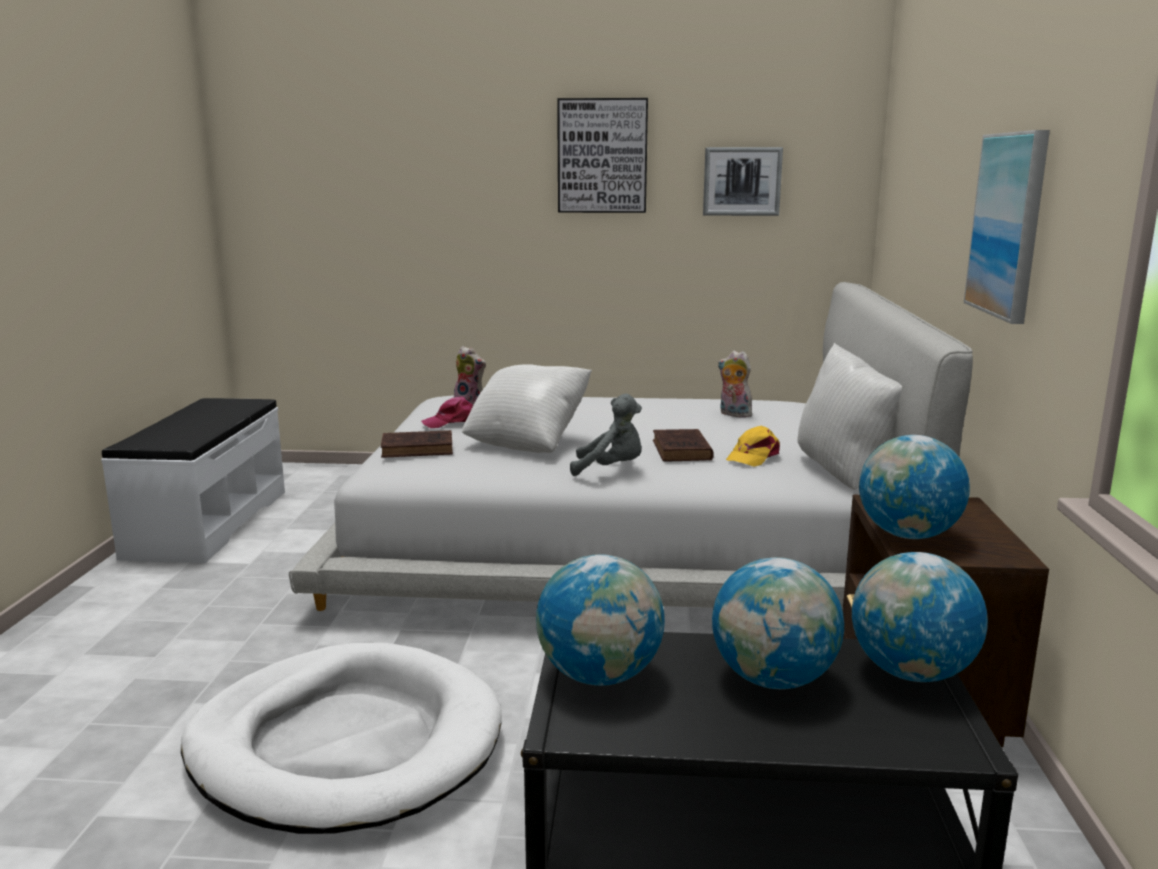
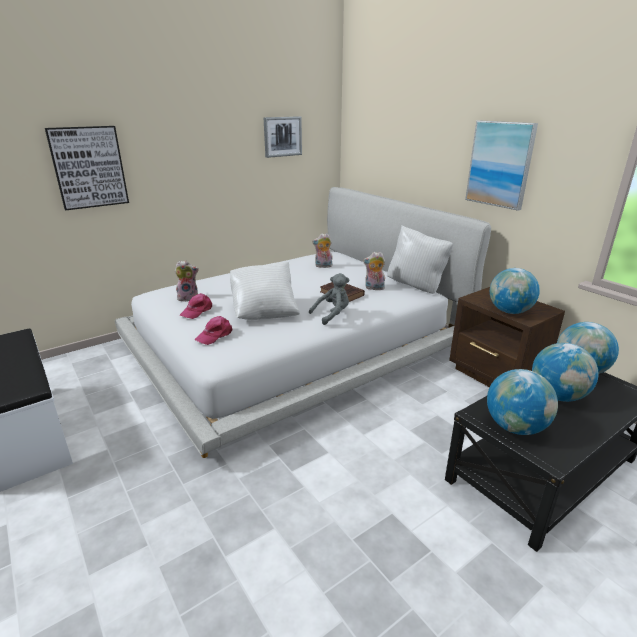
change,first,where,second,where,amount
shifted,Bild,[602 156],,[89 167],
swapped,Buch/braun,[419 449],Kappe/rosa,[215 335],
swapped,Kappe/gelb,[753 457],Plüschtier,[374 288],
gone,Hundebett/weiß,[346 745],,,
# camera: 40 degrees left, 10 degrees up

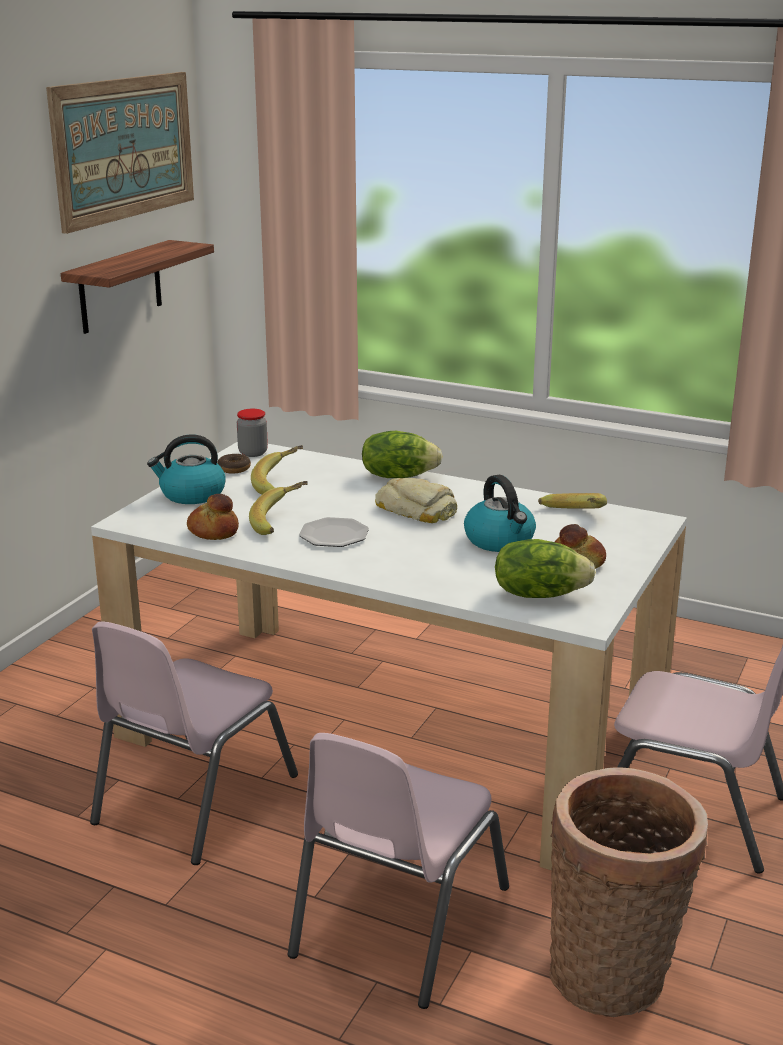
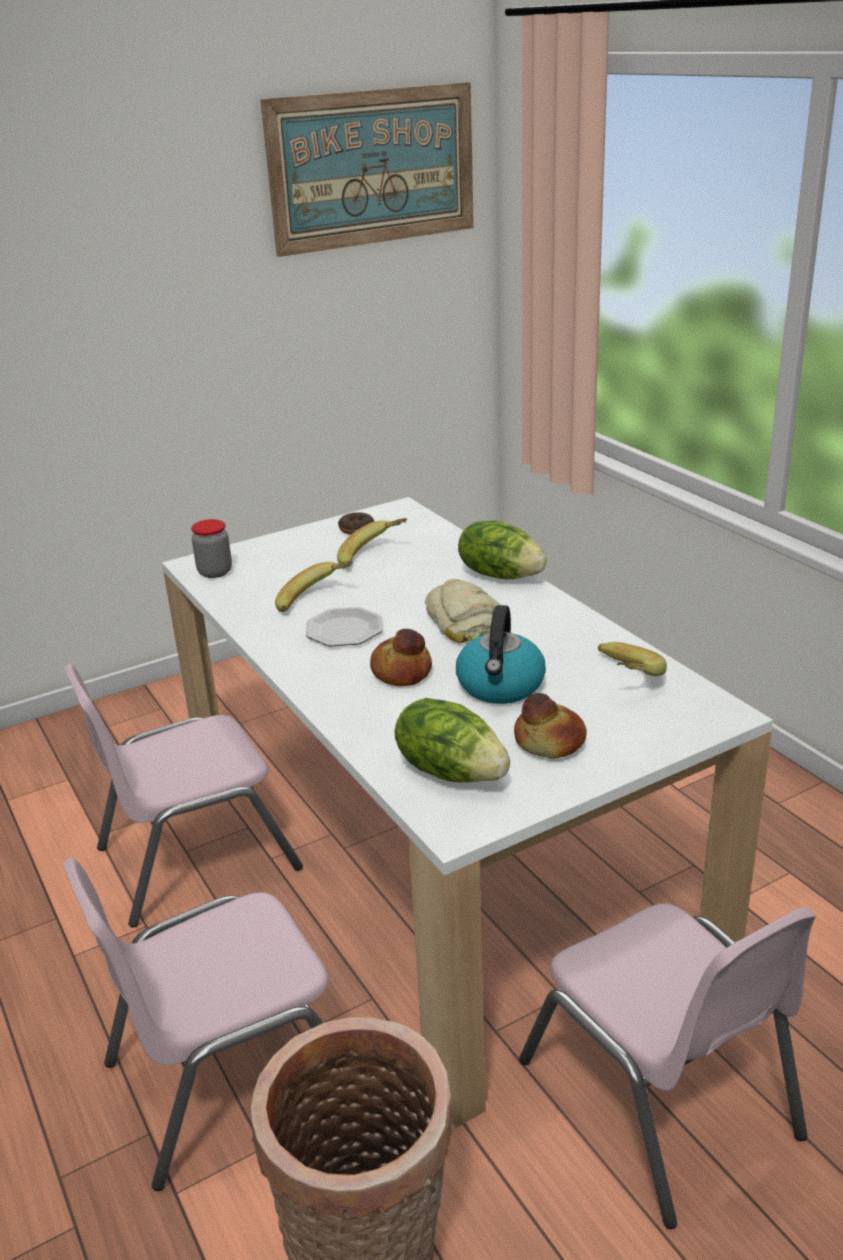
change,first,where,second,where,amount
shifted,Vorratsglas,[253 453],,[215 572],
shifted,Brot,[213 531],,[402 671],
gone,Wandregal,[120 287],,,
gone,Wasserkessel,[191 494],,,
# camera: 35 degrees right, 5 degrees up

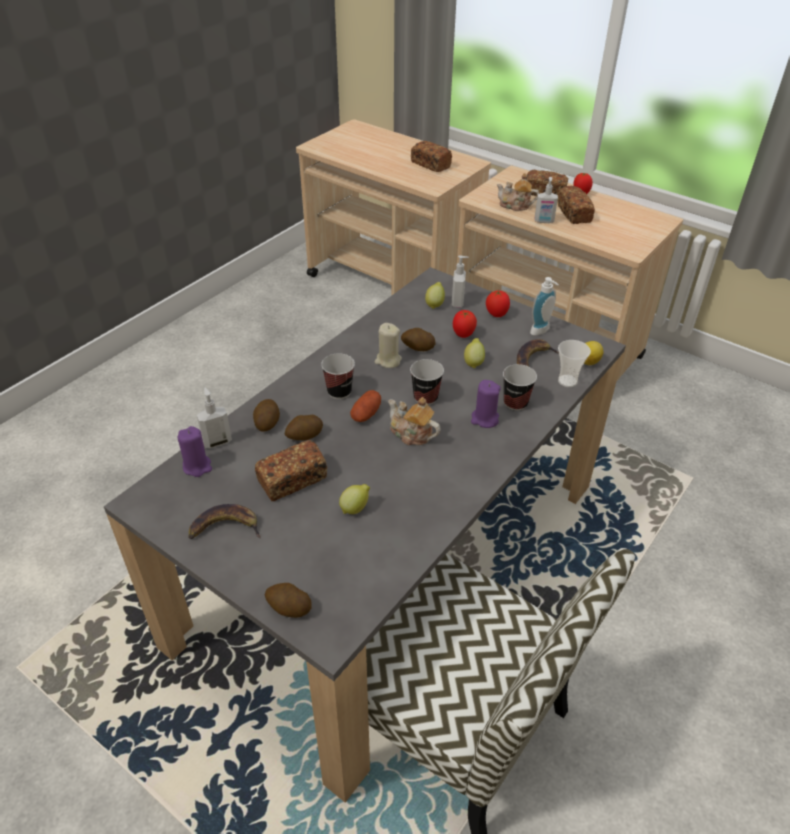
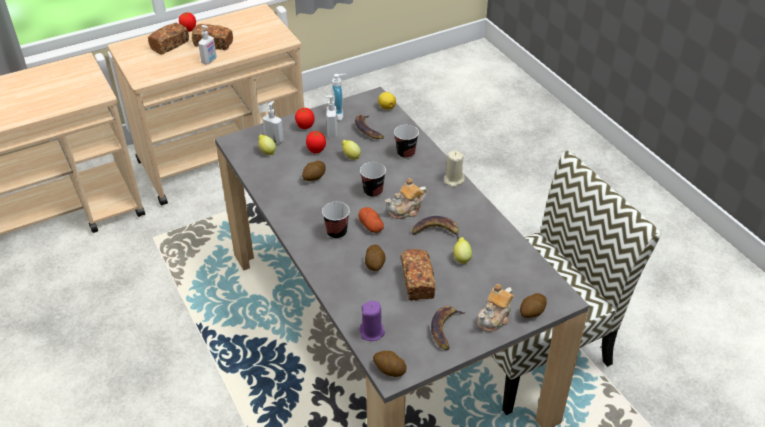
change,first,where,second,where,amount
shifted,Seifenspender,[217 441],,[332 132],
shifted,Kartoffel,[267 423],,[389 370],
new,,,Banane,[436 231],
shifted,Kerze/beige,[388 360],,[453 180],
shifted,Teekanne,[515 206],,[494 318],
gone,Brot,[430 164],,,
gone,Kerze/lila,[484 419],,,
gone,Tasse,[567 381],,,
# camera: 65 degrees left, 0 degrees up

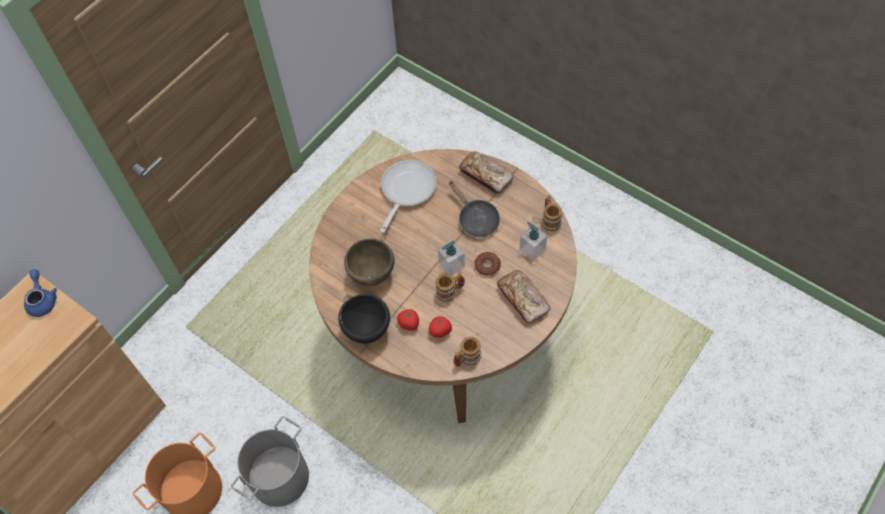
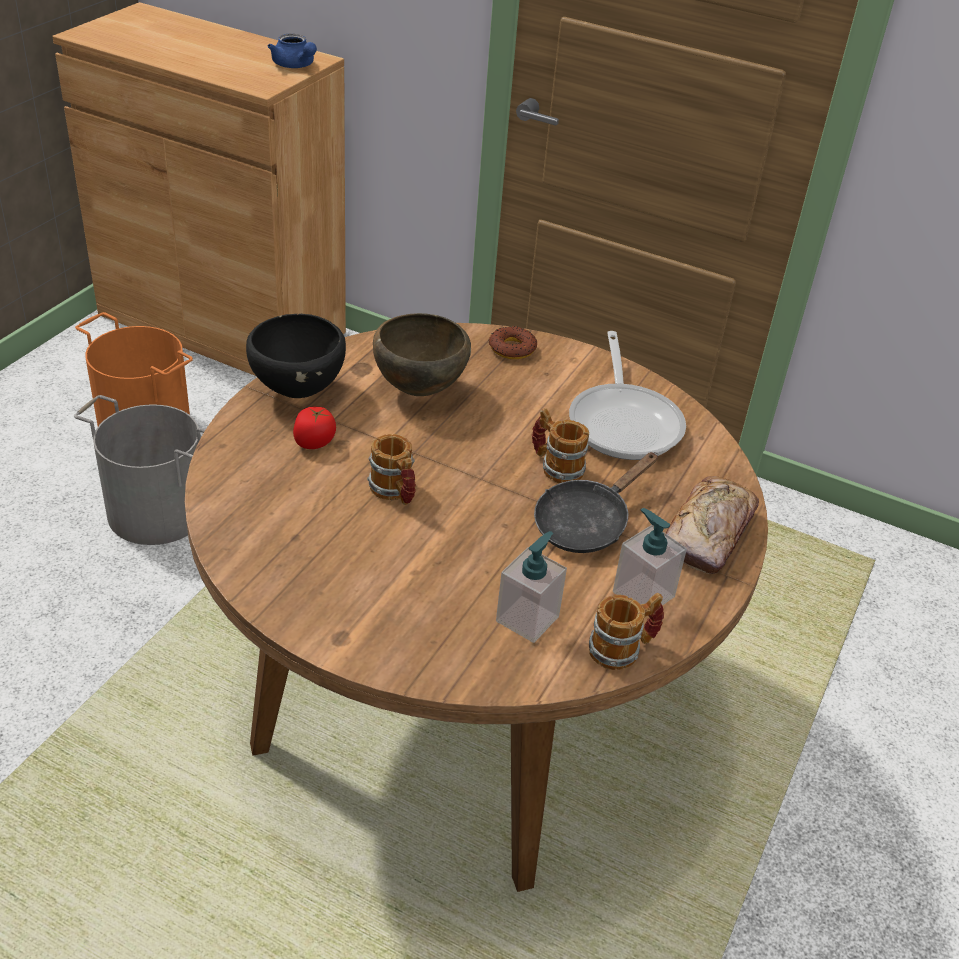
change,first,where,second,where,amount
rotated,Teekanne/blau,[42 300],,[295 66],75 degrees clockwise
shifted,Donut,[487 265],,[512 348],
shifted,Henkelbecher,[466 358],,[555 466],
rotated,Pfanne,[406 191],,[624 421],75 degrees clockwise
shifted,Seifenspender,[451 265],,[643 594],
gone,Tomate,[440 331],,,
gone,Brot,[523 299],,,
# camera: 75 degrees right, 20 degrees down

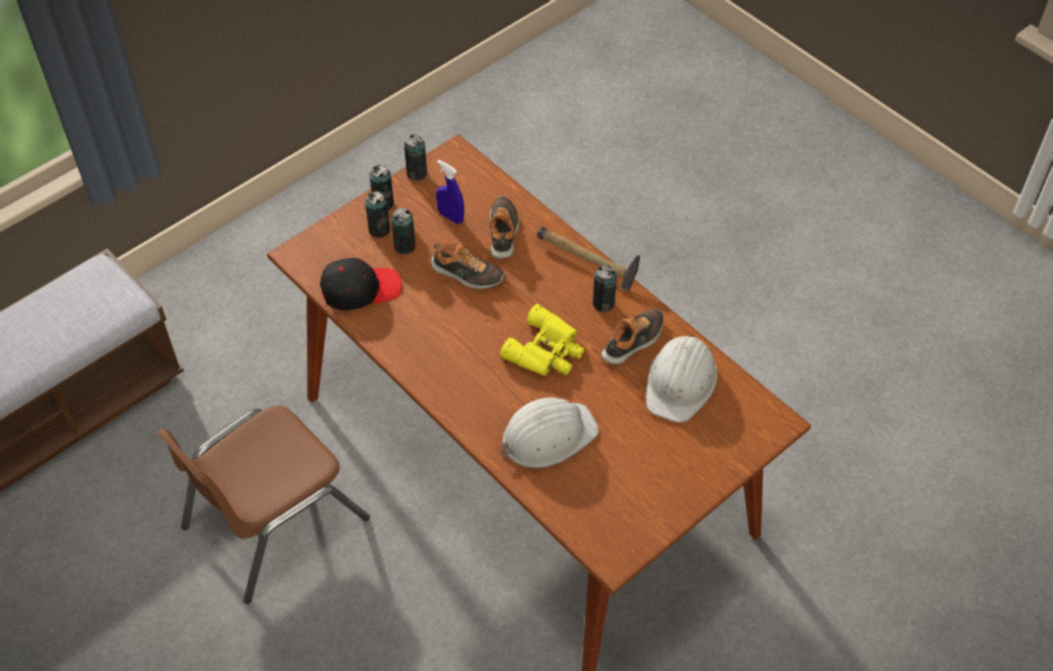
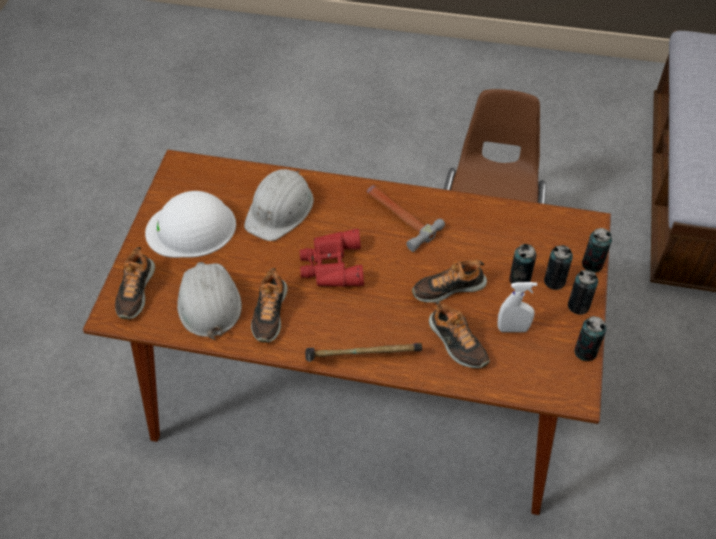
change,first,where,second,where,amount
new,,,Schuh,[135 291],
new,,,Schutzhelm/weiß,[192 228],
repainted,Fernglas/gelb,[547 351],Fernglas/rot,[331 265],
new,,,Hammer,[399 216],
repainted,Sprühflasche/blau,[451 217],Sprühflasche/weiß,[513 329],
shifted,Dose,[603 303],,[592 264],
gone,Kappe/schwarz,[360 289],,,
# camera: 145 degrees right, 0 degrees up

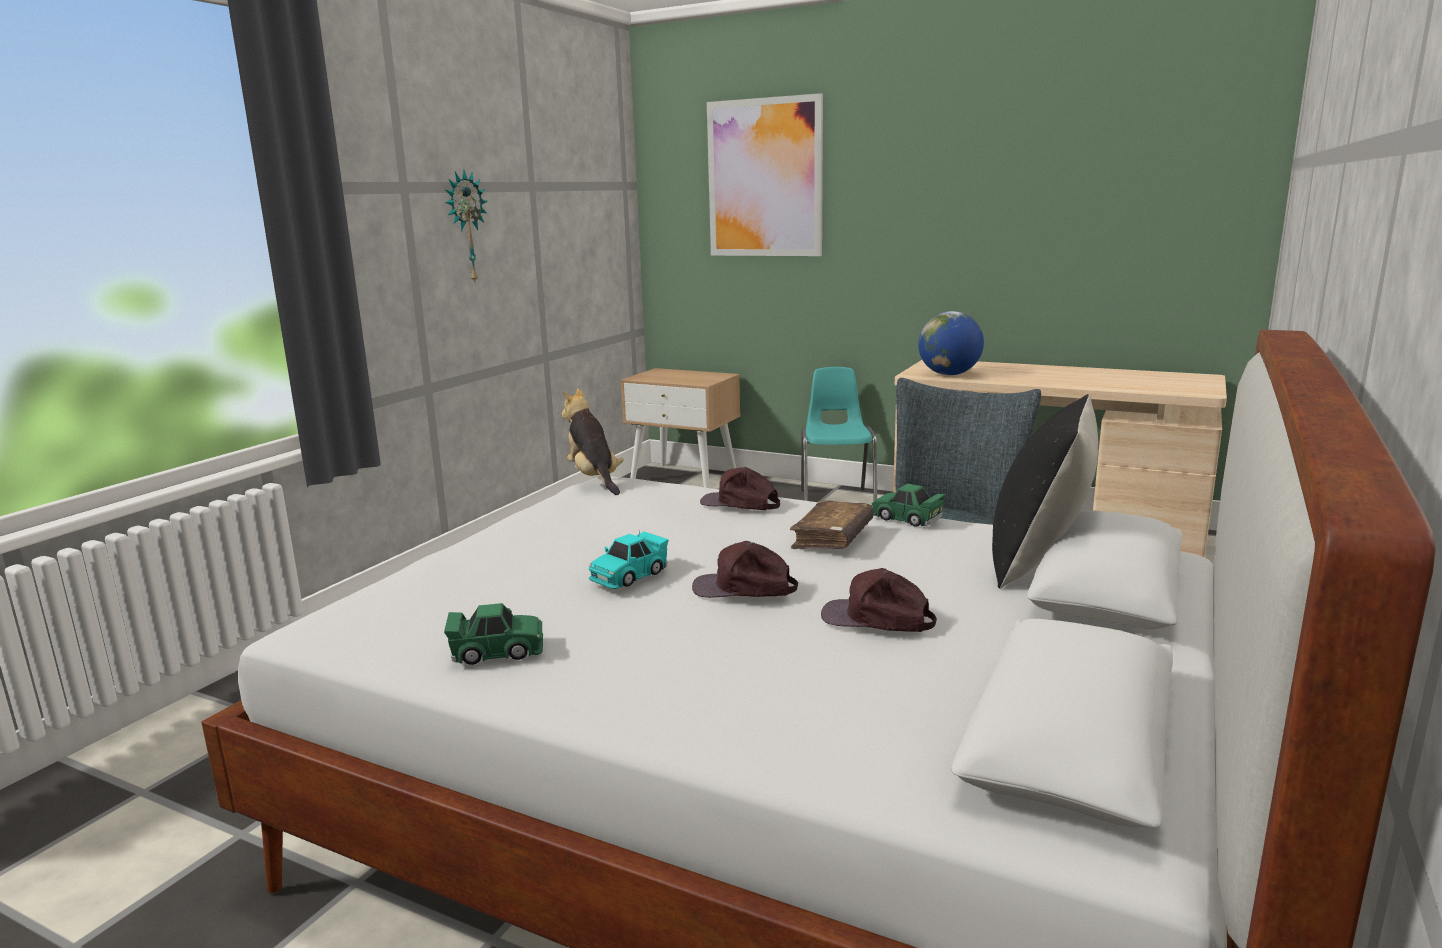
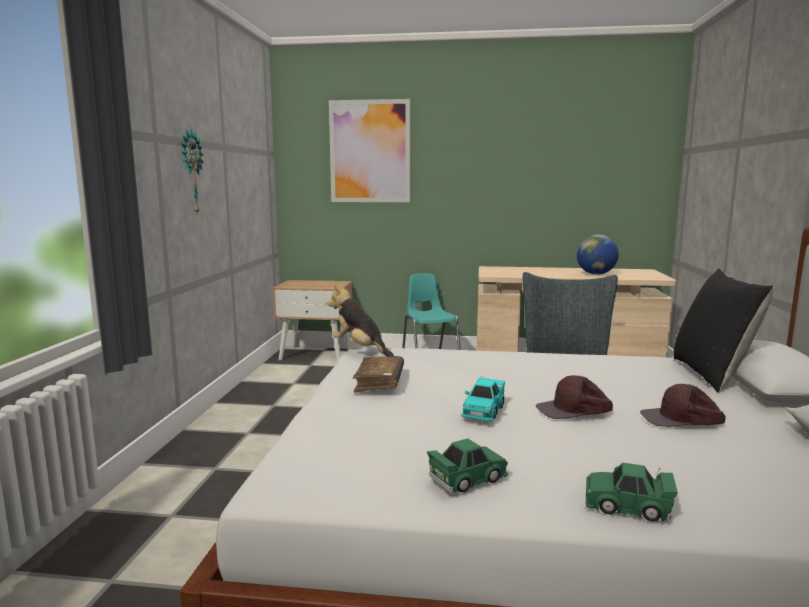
change,first,where,second,where,amount
shifted,Buch/braun,[832 537],,[379 382],
shifted,Globus,[949 374],,[596 274],
shifted,Spielzeugauto/grün,[907 518],,[627 506],
gone,Kappe/braun,[740 504],,,
# camera: 20 degrees left, 5 degrees down

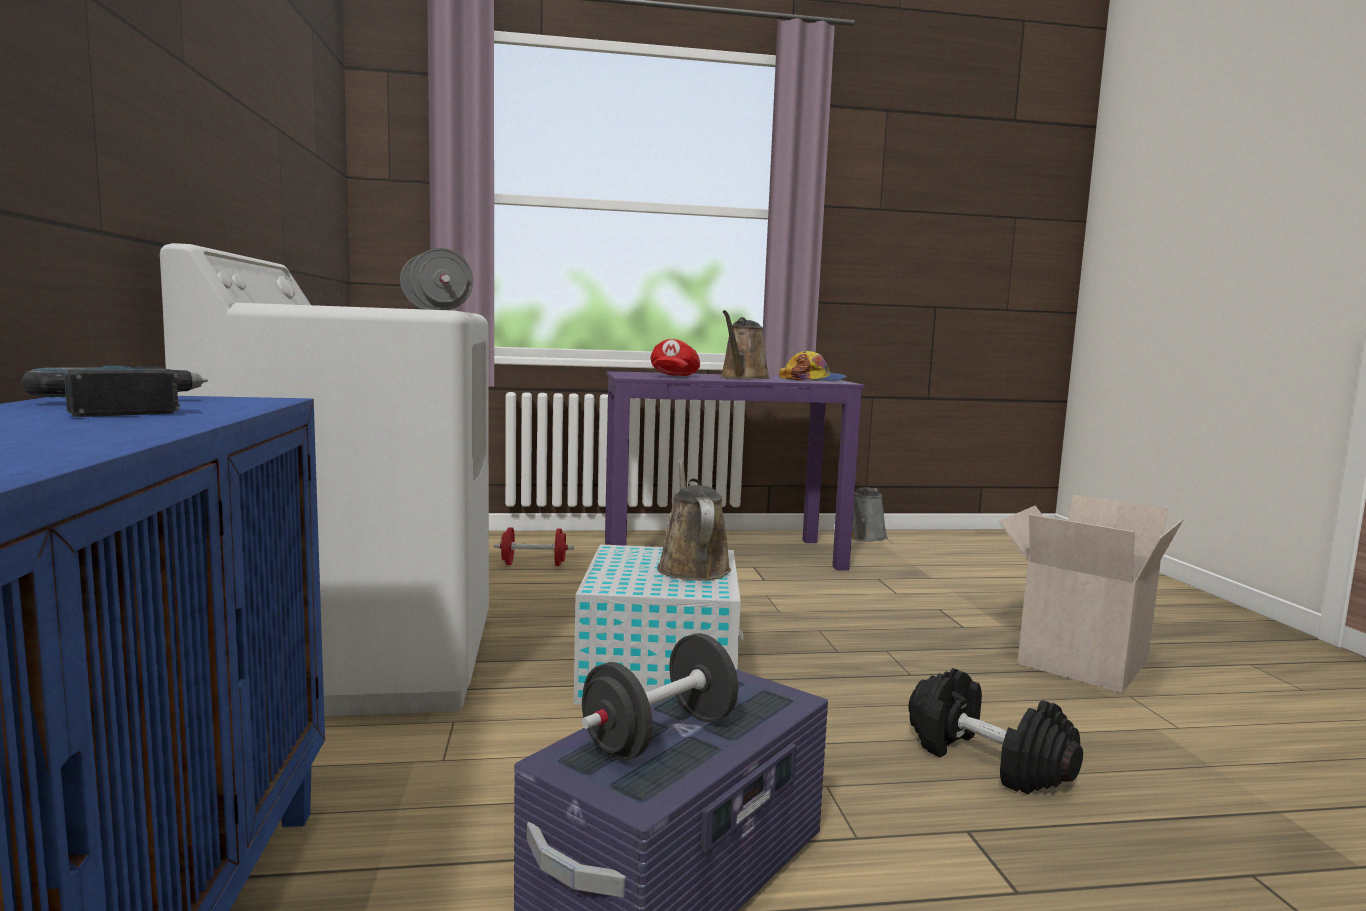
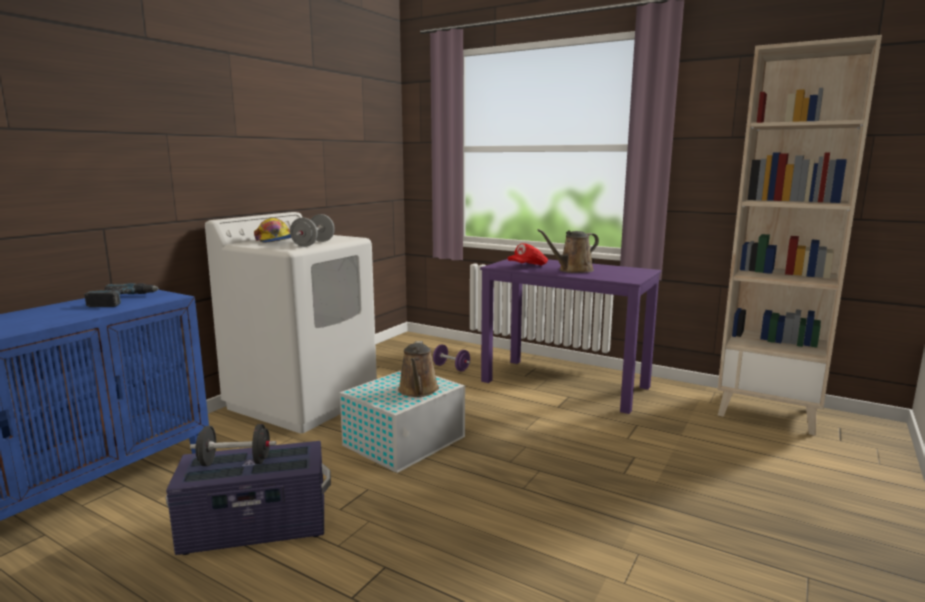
change,first,where,second,where,amount
shifted,Kappe,[813 380],,[274 240],
rotated,Gießkanne/braun,[692 567],,[418 391],150 degrees clockwise
repainted,Hantel/rot,[533 564],Hantel/lila,[451 367],
new,,,Bücherregal/beige,[768 412],
gone,Gießkanne/grau,[864 537],,,
gone,Hantel/schwarz,[986 760],,,
gone,Karton,[1079 659],,,
# camera: 40 degrees right, 5 degrees up

